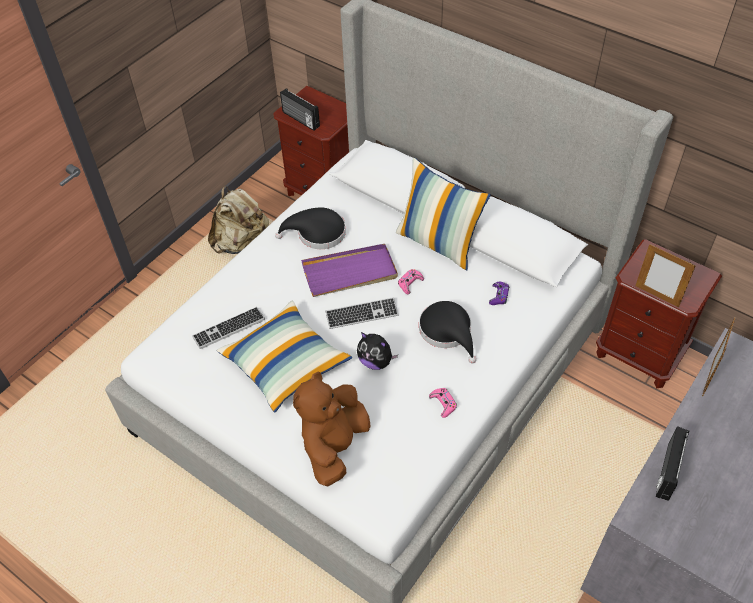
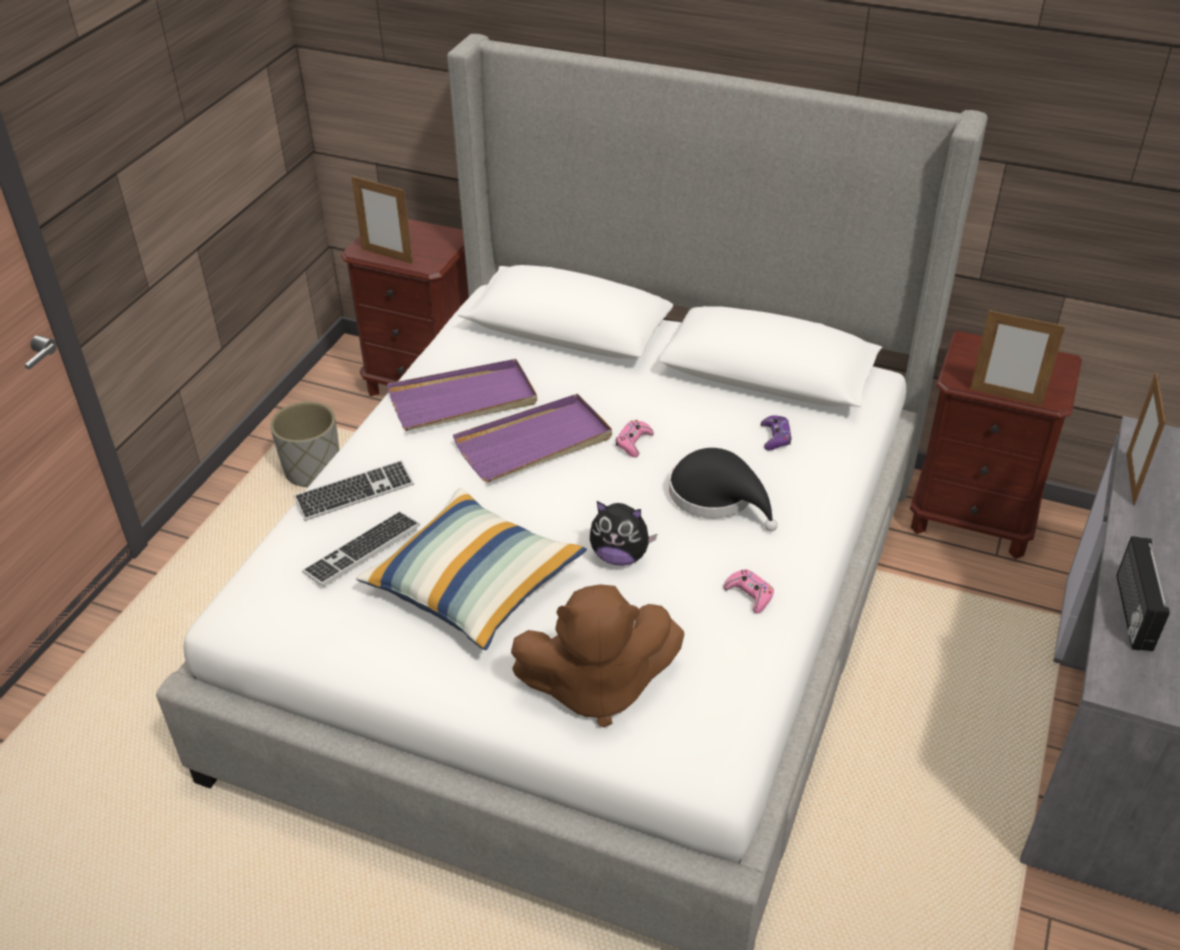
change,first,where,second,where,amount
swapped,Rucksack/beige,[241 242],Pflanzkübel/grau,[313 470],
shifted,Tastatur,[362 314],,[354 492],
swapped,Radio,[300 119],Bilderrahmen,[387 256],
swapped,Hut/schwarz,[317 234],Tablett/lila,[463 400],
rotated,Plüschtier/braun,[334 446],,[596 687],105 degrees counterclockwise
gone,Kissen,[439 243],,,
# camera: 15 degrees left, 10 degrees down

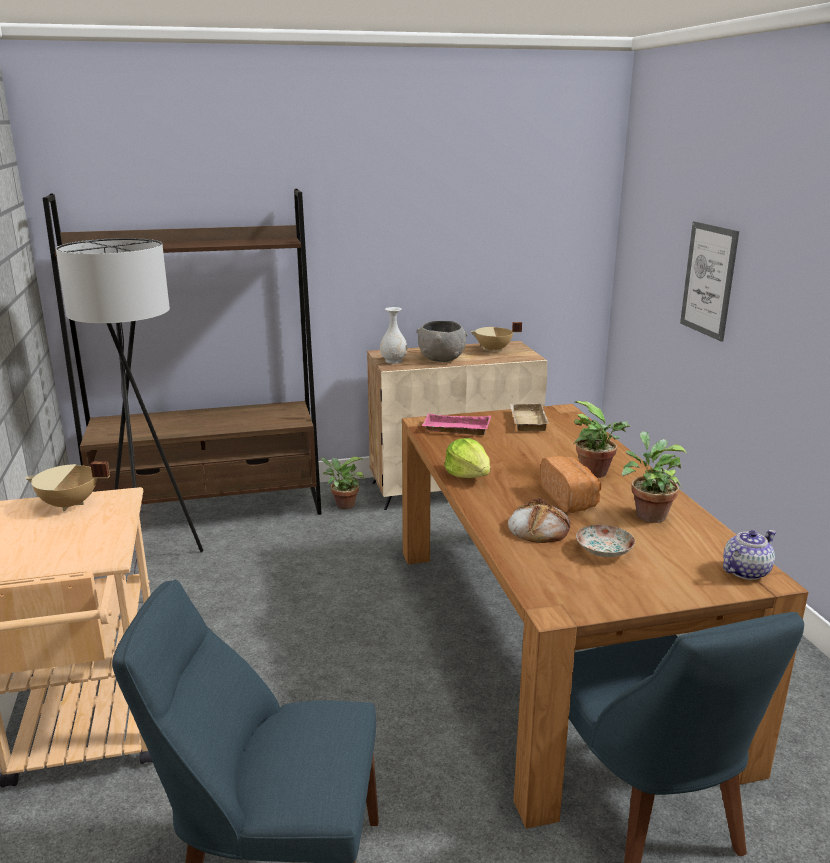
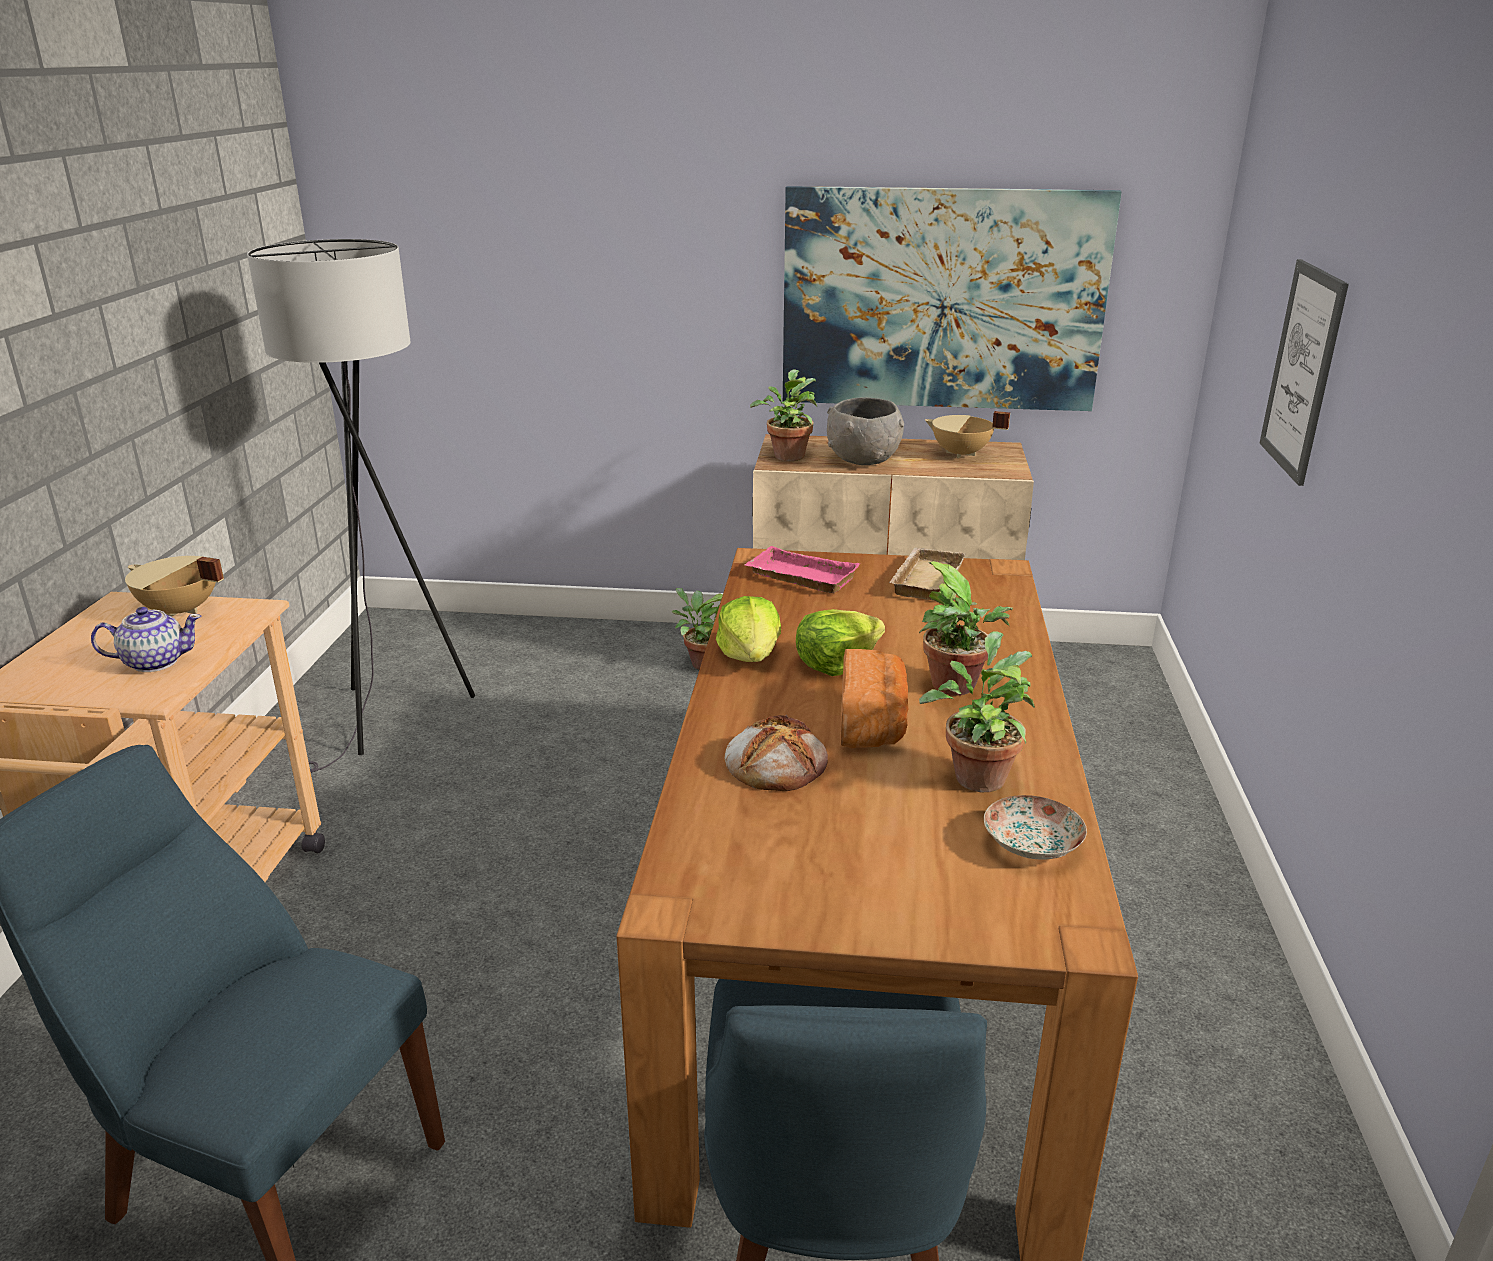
change,first,where,second,where,amount
shifted,Teekanne,[745 571],,[154 662],
swapped,Vase/weiß,[394 361],Topfpflanze,[788 455],
new,,,Bild,[942 300],
new,,,Salatkopf,[836 663],
shifted,Teller,[604 550],,[1032 843],
gone,Bücherregal/braun,[210 510],,,
# camera: 20 degrees right, 5 degrees up

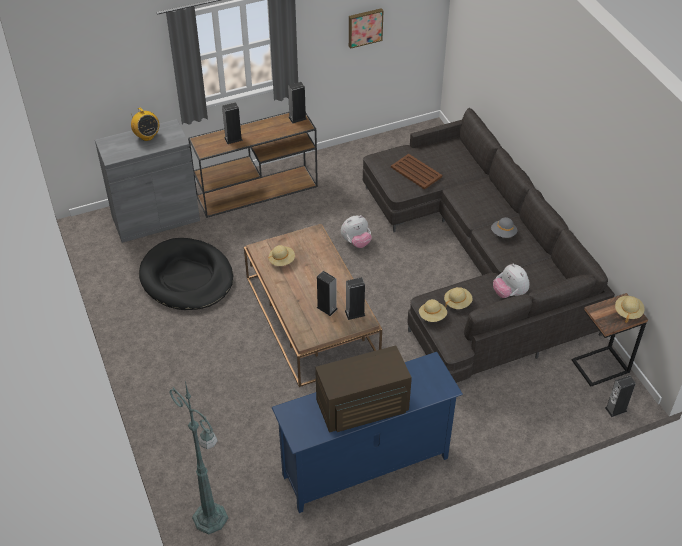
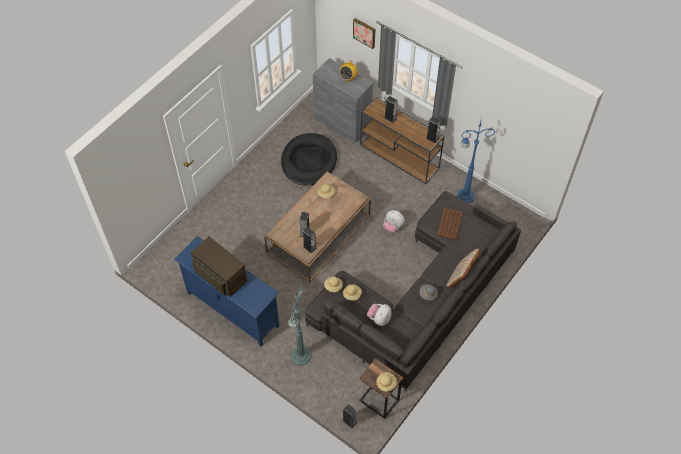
change,first,where,second,where,amount
shifted,Stehlampe/grün,[211 519],,[300 357],
shifted,Bild,[365 27],,[364 32],
new,,,Kissen/beige,[461 277],
new,,,Stehlampe/blau,[464 196],
# camera: 60 degrees right, 10 degrees up

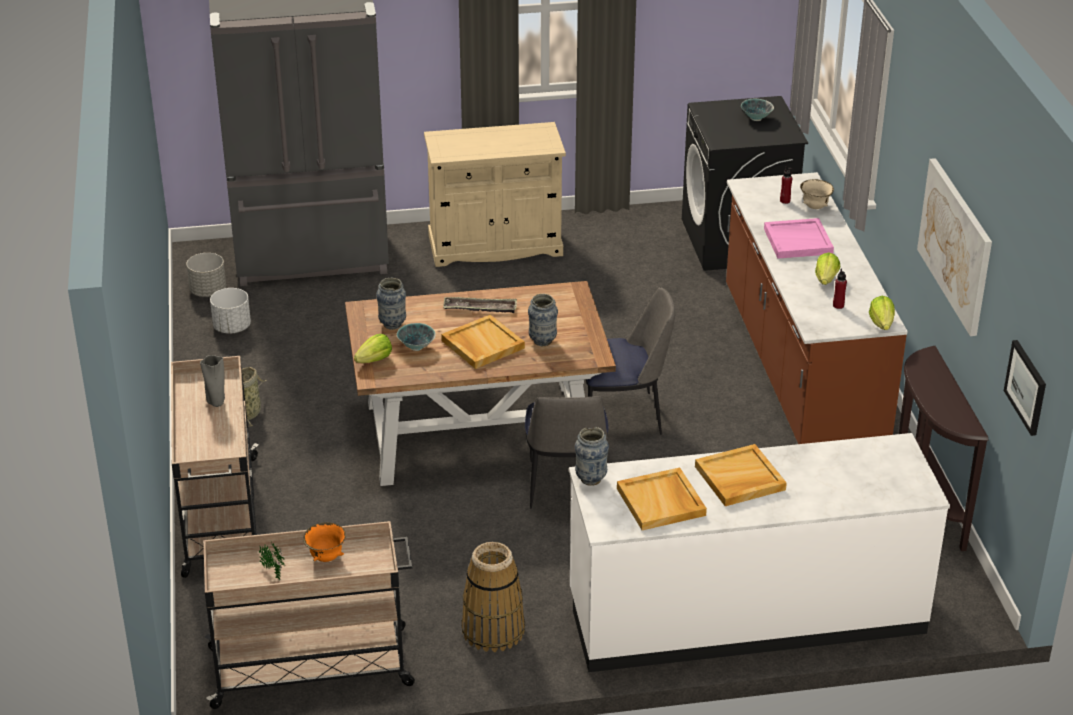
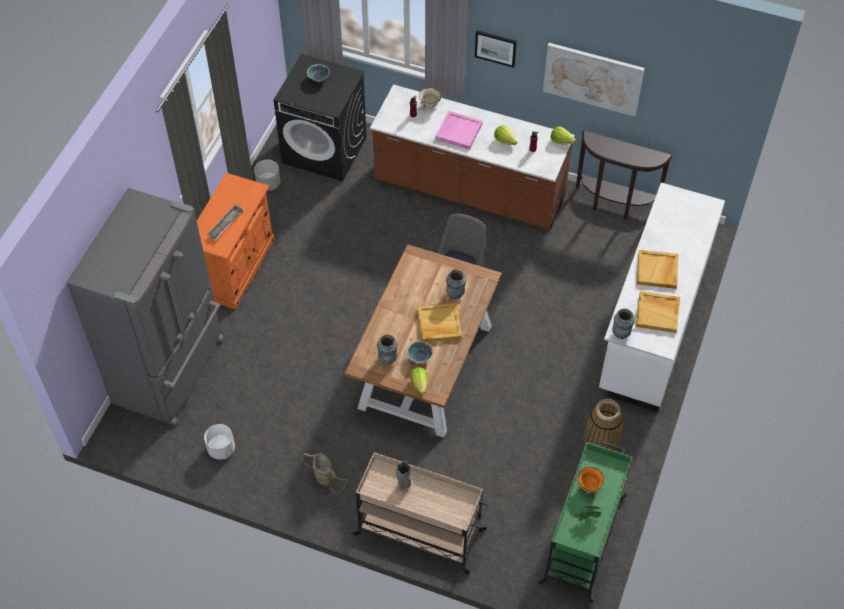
change,first,where,second,where,amount
repainted,Schrank/beige,[495 245],Schrank/orange,[236 267],
shifted,Tablett,[480 308],,[225 224],
shifted,Pflanzkübel/grau,[208 291],,[268 184],
shifted,Bild,[1026 387],,[495 48],
repainted,Rollwagen/beige,[313 667],Rollwagen/grün,[583 538],
gone,Stuhl,[565 486],,,
# camera: 60 degrees left, 20 degrees up

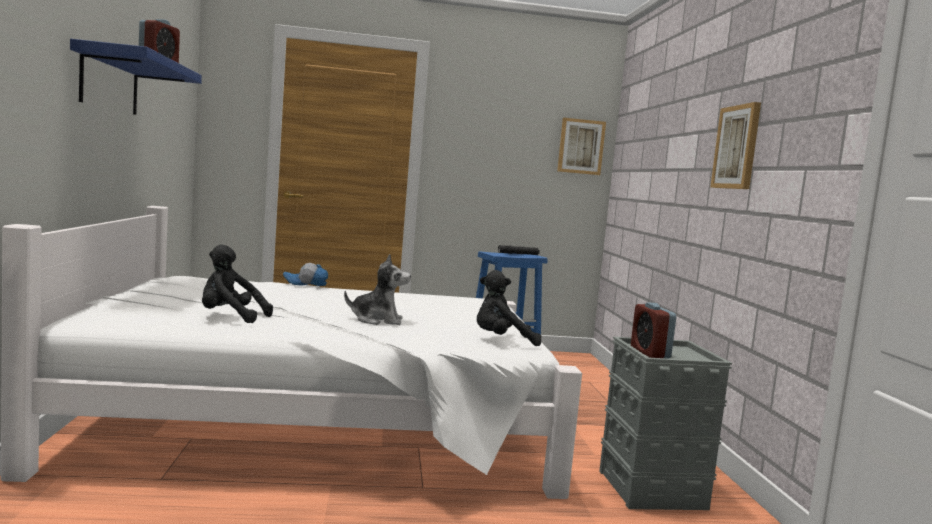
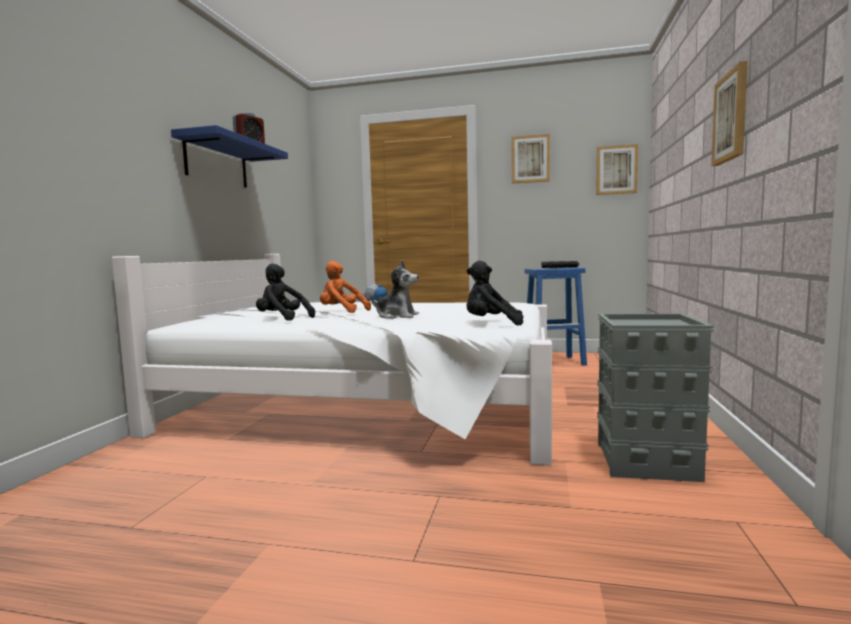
change,first,where,second,where,amount
new,,,Plüschtier/orange,[341 312],
new,,,Bild,[530 159],
gone,Wecker,[650 353],,,
# camera: 20 degrees right, 0 degrees up

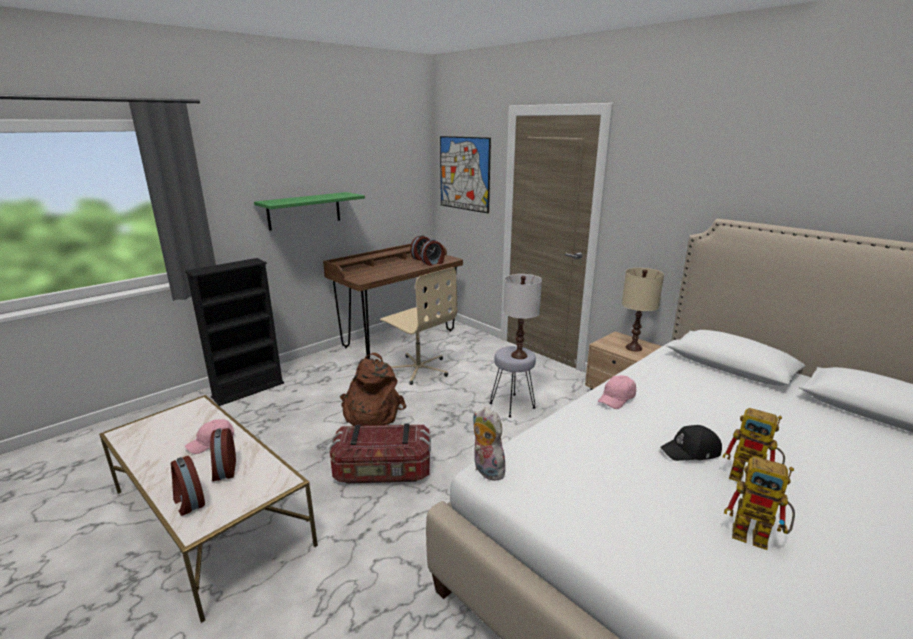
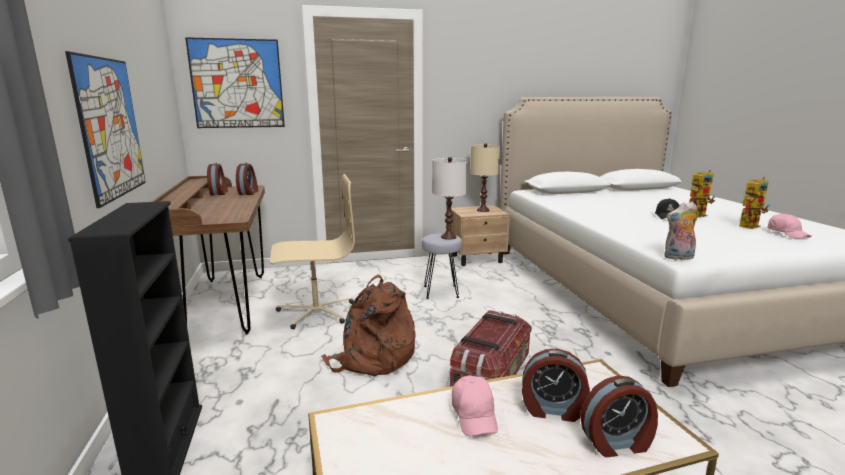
change,first,where,second,where,amount
swapped,Wandregal/grün,[304 211],Bild,[110 128],
shifted,Kappe/rosa,[616 399],,[787 234],
# camera: 60 degrees left, 5 degrees down

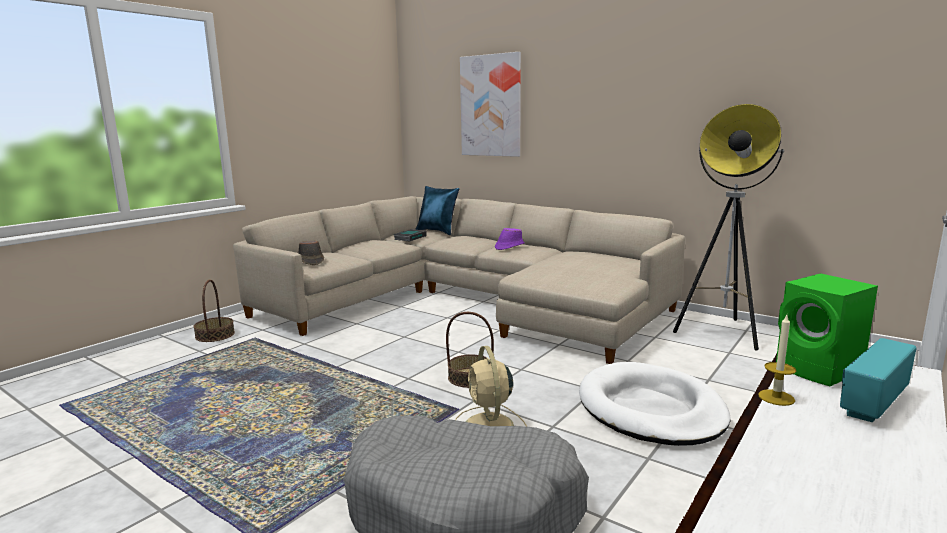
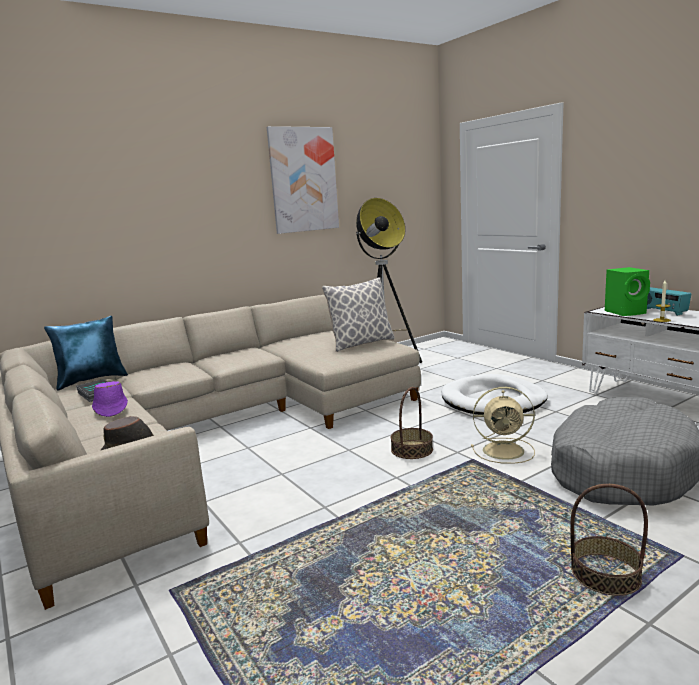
change,first,where,second,where,amount
shifted,Hut/lila,[509 247],,[110 409],
shifted,Bild,[491 106],,[303 180],
new,,,Kissen,[361 344],
shifted,Korb,[215 335],,[605 574],
# camera: 70 degrees left, 0 degrees up

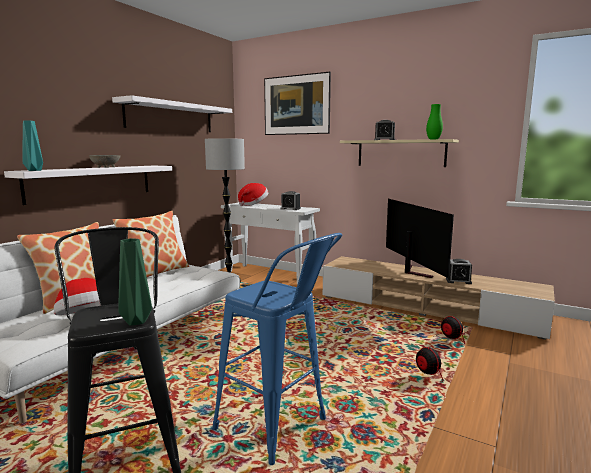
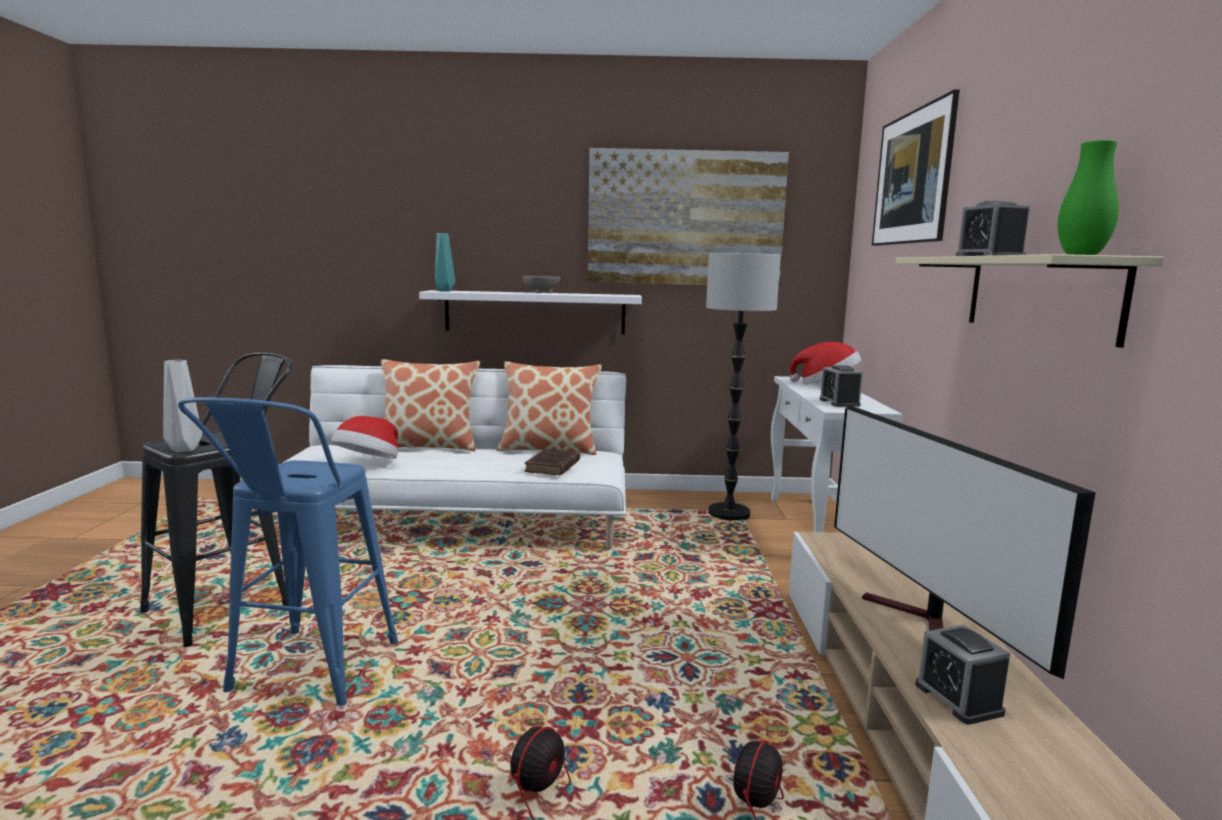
change,first,where,second,where,amount
repainted,Vase/grün,[135 322],Vase/grau,[183 449],
new,,,Buch/braun,[552 466],
swapped,Wandregal/weiß,[171 117],Bild,[685 218],
rotated,Fernseher,[412 271],,[921 623],120 degrees clockwise
# camera: 60 degrees right, 0 degrees up

